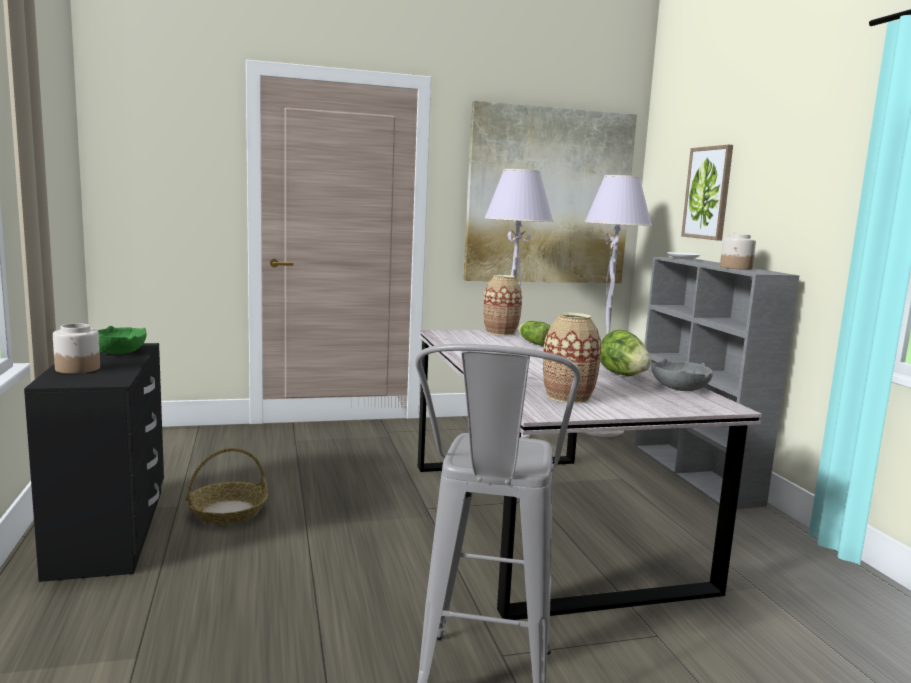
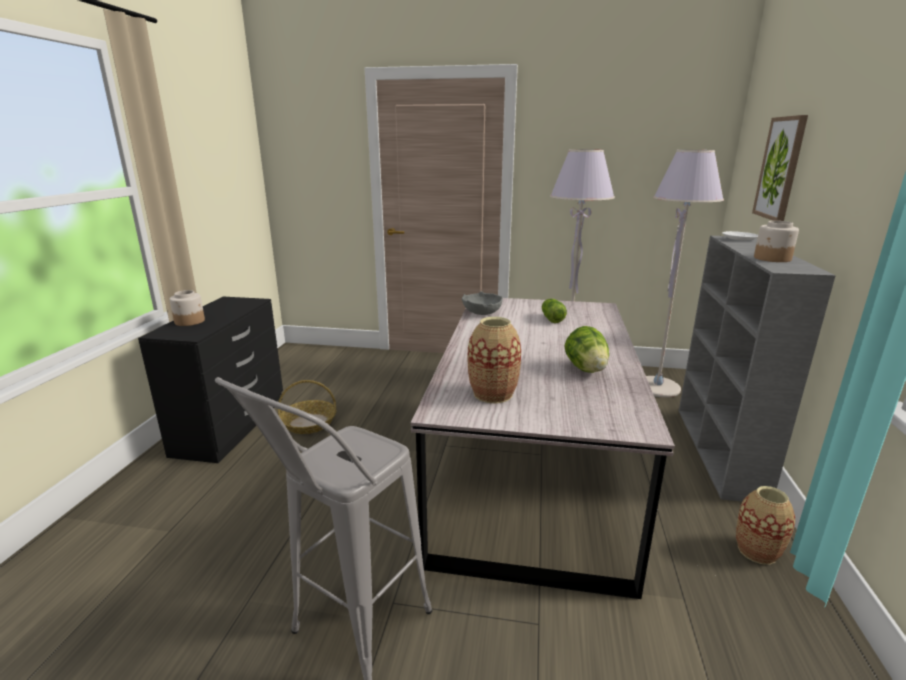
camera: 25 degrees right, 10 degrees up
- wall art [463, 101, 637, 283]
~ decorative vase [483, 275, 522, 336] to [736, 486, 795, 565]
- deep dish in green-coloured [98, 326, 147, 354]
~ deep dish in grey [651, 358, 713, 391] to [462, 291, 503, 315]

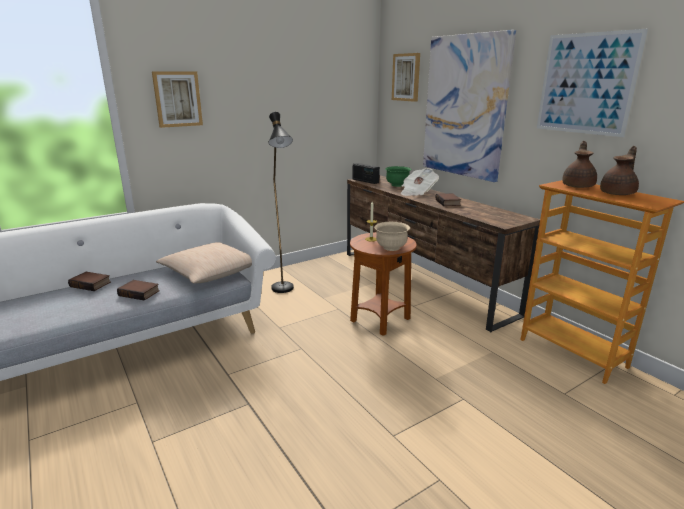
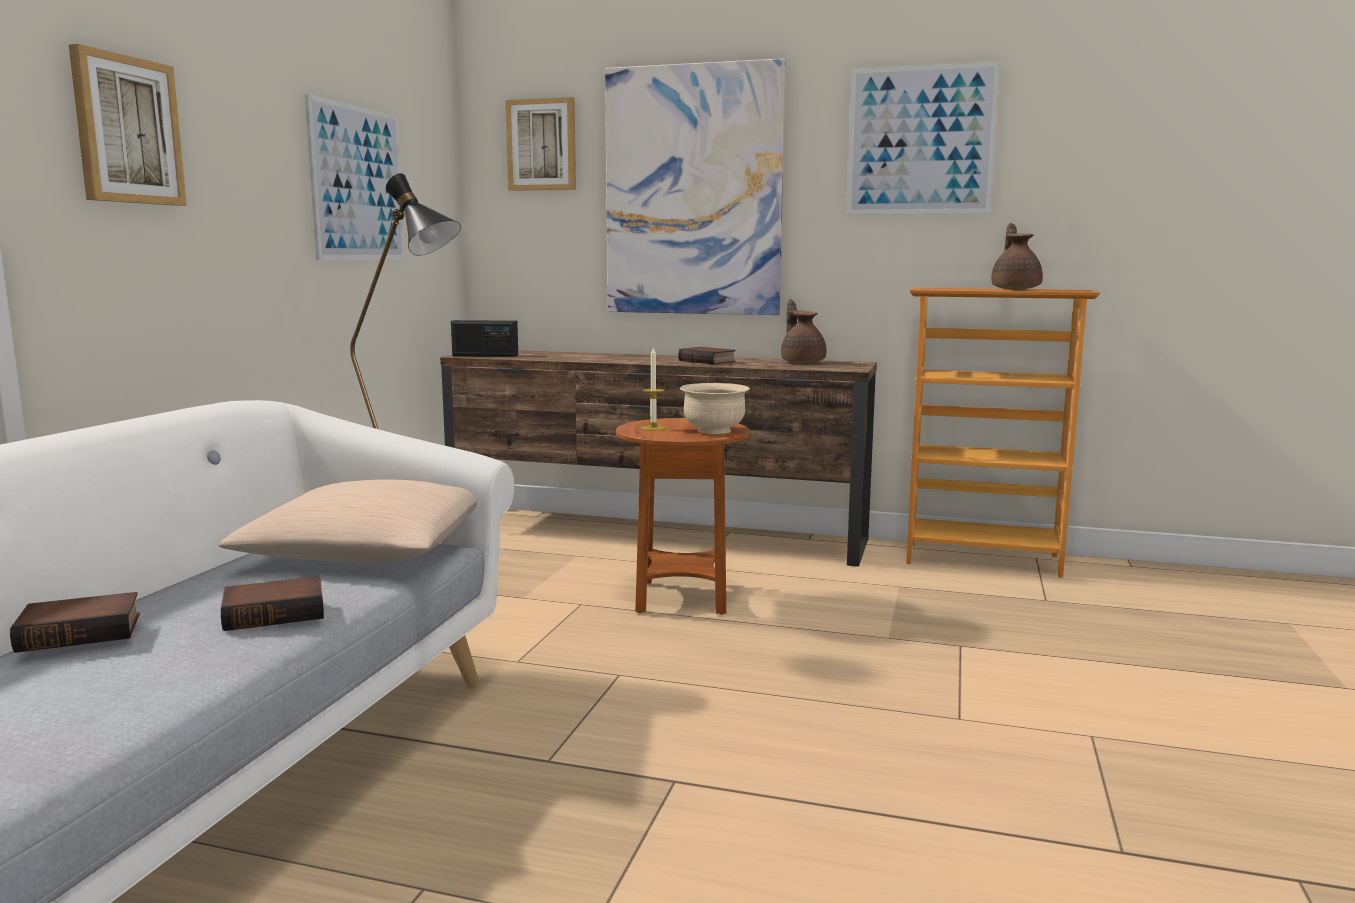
camera: 40 degrees left, 10 degrees down
~ teapot in brown-coloured [562, 141, 597, 188] to [781, 299, 826, 363]
- deep dish in green-coloured [385, 166, 412, 187]
- daily paper [401, 168, 439, 196]
+ wall art [305, 94, 405, 260]

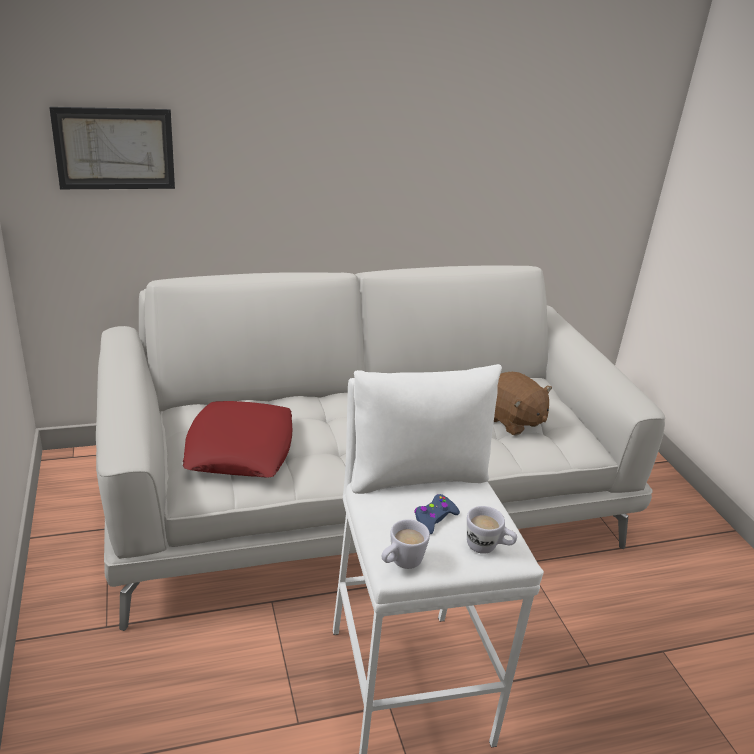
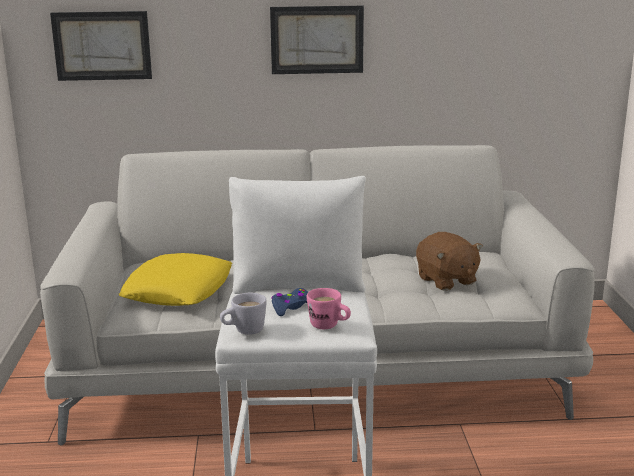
camera: 15 degrees right, 10 degrees down
~ cushion in red [182, 401, 292, 478] to cushion in yellowish [119, 253, 232, 306]
~ tea mug in whitish [467, 506, 517, 554] to tea mug in pinkish [307, 288, 351, 329]
+ wall art [270, 6, 364, 74]

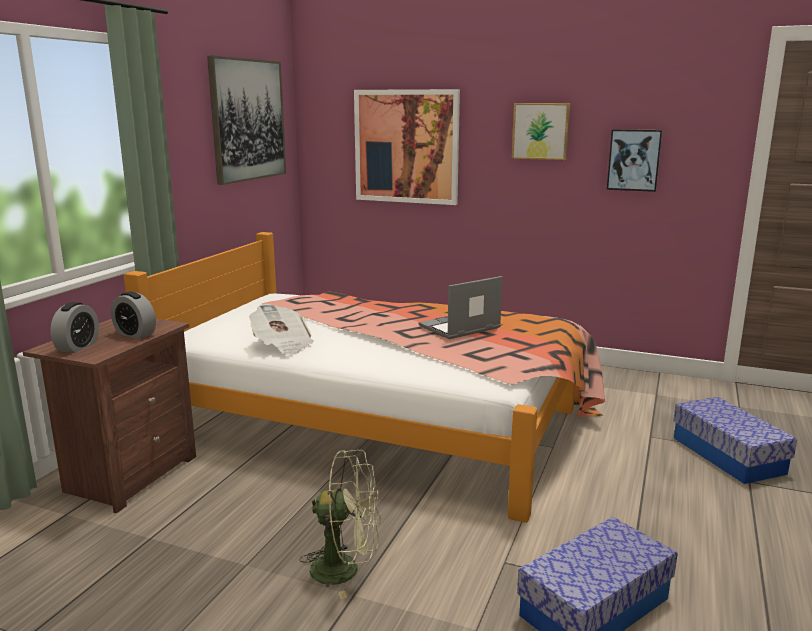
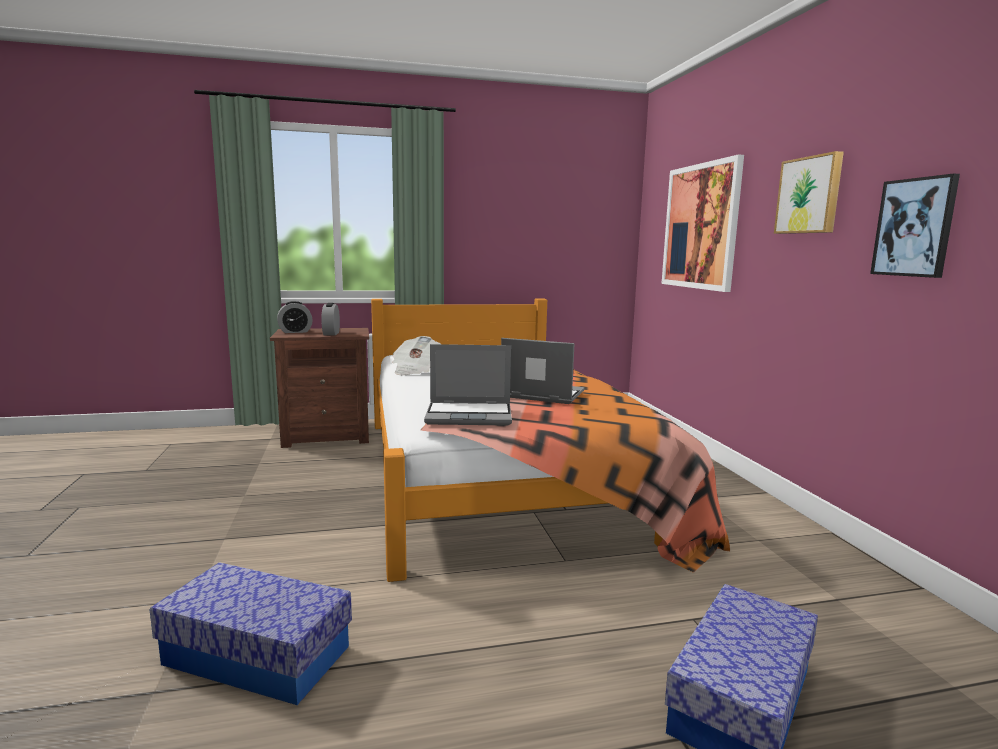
camera: 55 degrees right, 5 degrees down
- wall art [207, 56, 286, 185]
- cooling fan in green-coloured [299, 450, 380, 599]
+ notebook computer [424, 344, 512, 425]

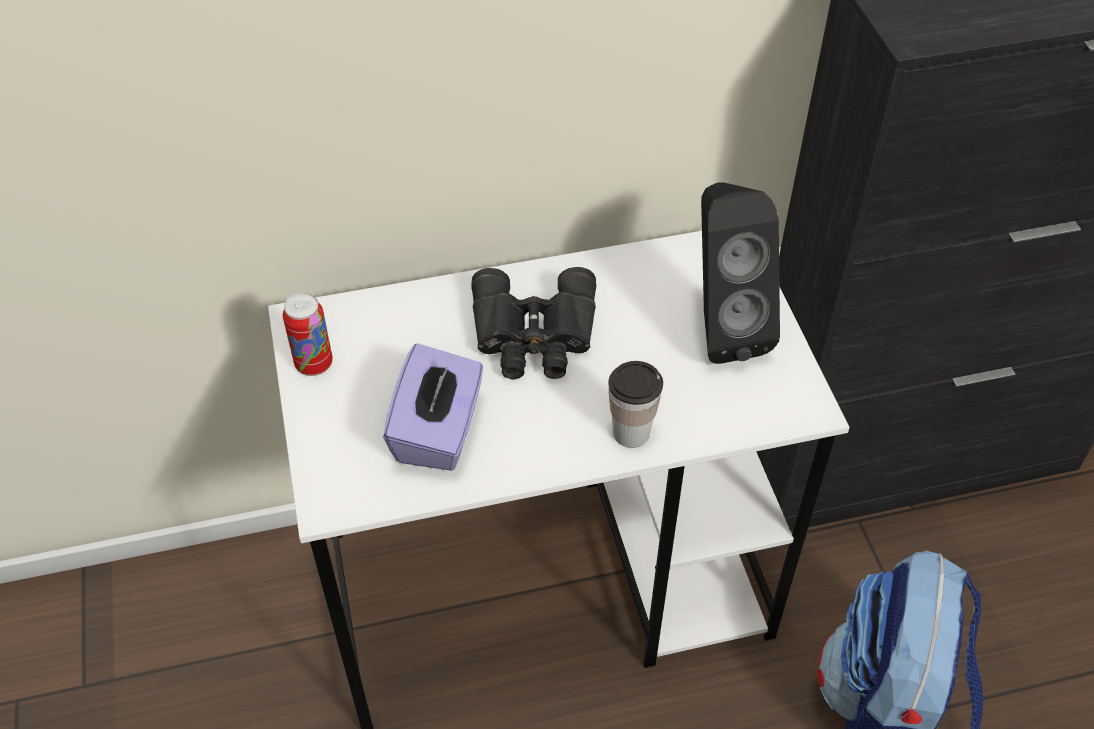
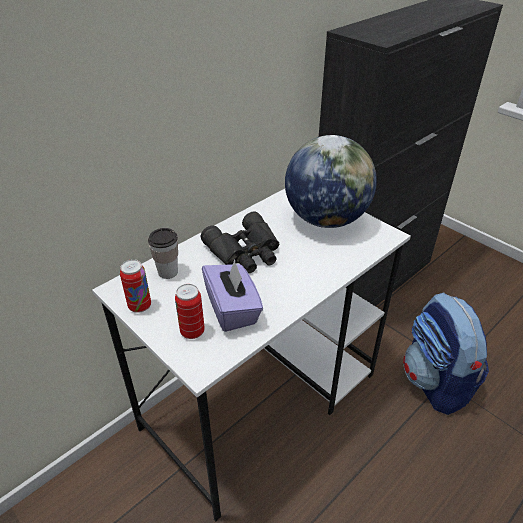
camera: 30 degrees left, 10 degrees down
~ speaker in black-coloured [701, 182, 780, 364] to world globe [285, 135, 377, 228]
~ cup [608, 361, 663, 448] to [148, 228, 178, 279]
+ can [175, 284, 205, 339]

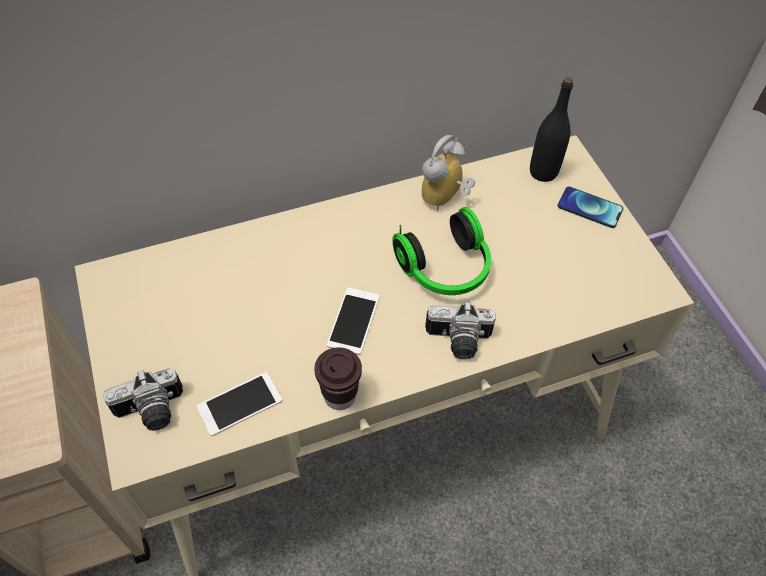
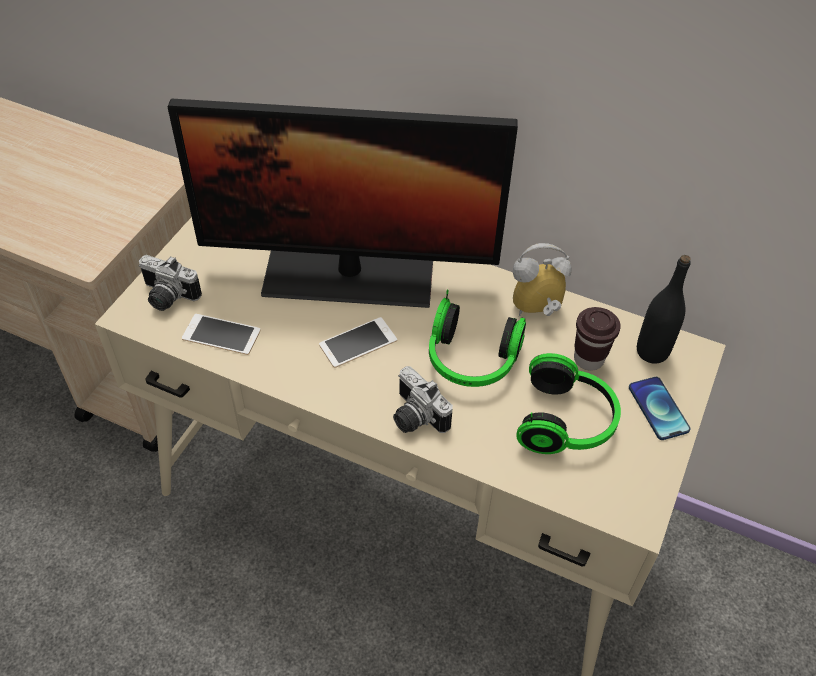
camera: 45 degrees right, 5 degrees down
~ cup in brown-coloured [314, 347, 362, 410] to [574, 307, 621, 371]
+ computer display [168, 99, 518, 308]
+ pair of headphones [516, 353, 621, 454]

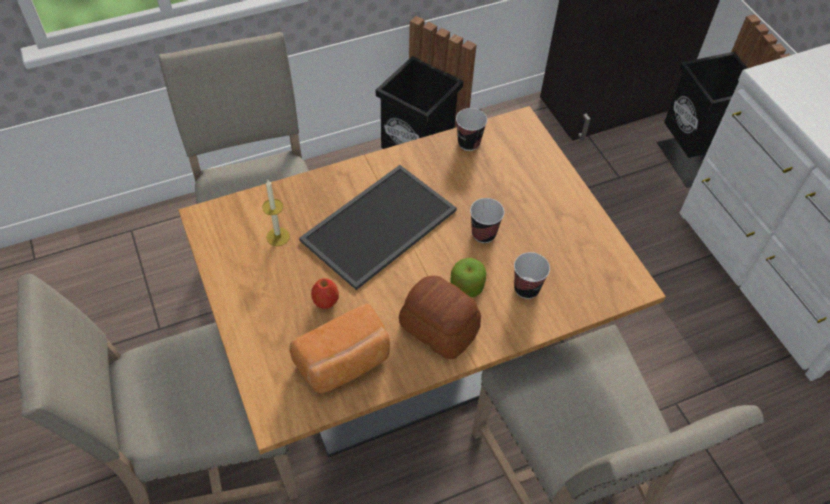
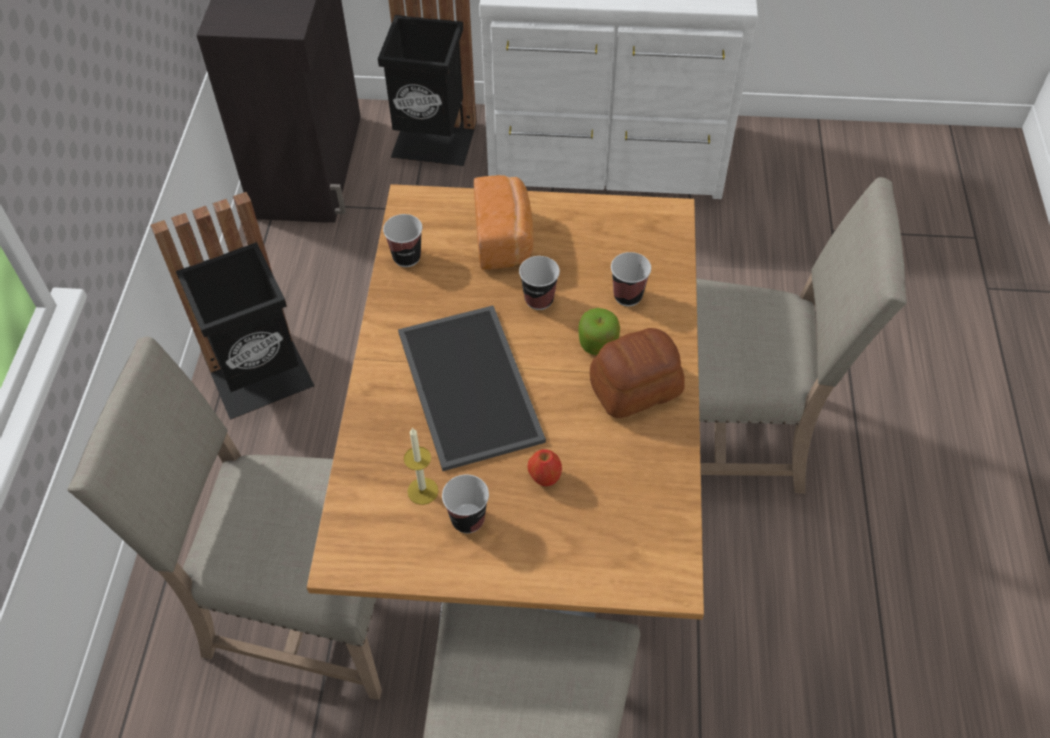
camera: 60 degrees left, 0 degrees up
~ baked bread [290, 304, 390, 393] to [474, 175, 534, 270]
+ cup [442, 475, 489, 533]

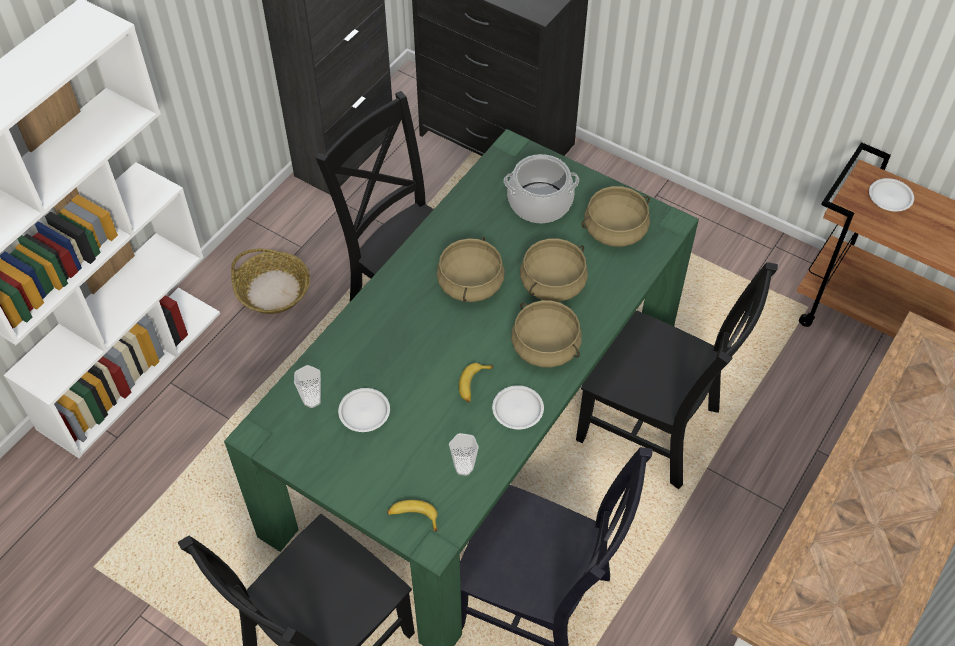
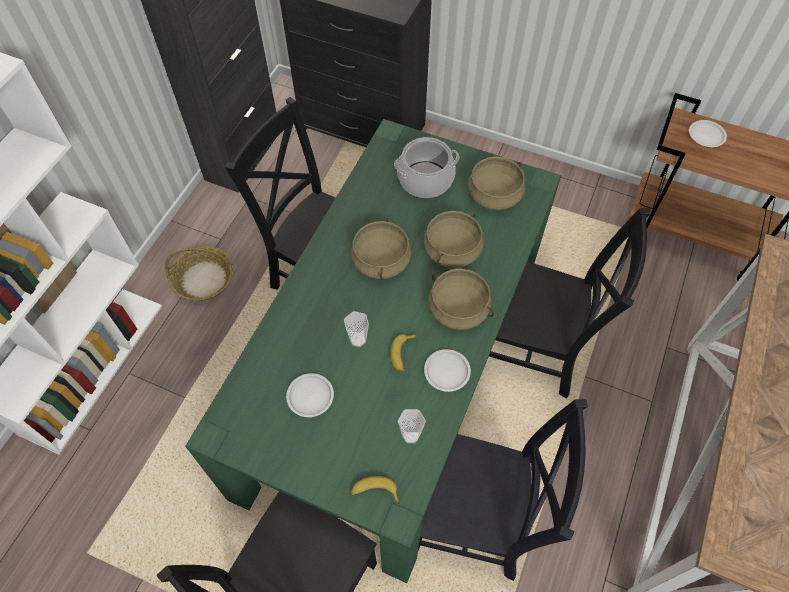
camera: 10 degrees left, 5 degrees up
~ cup [294, 365, 321, 408] to [344, 311, 369, 347]

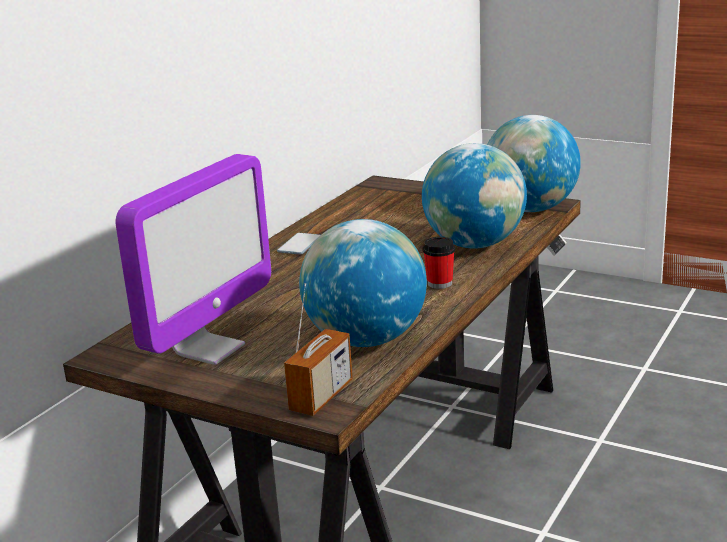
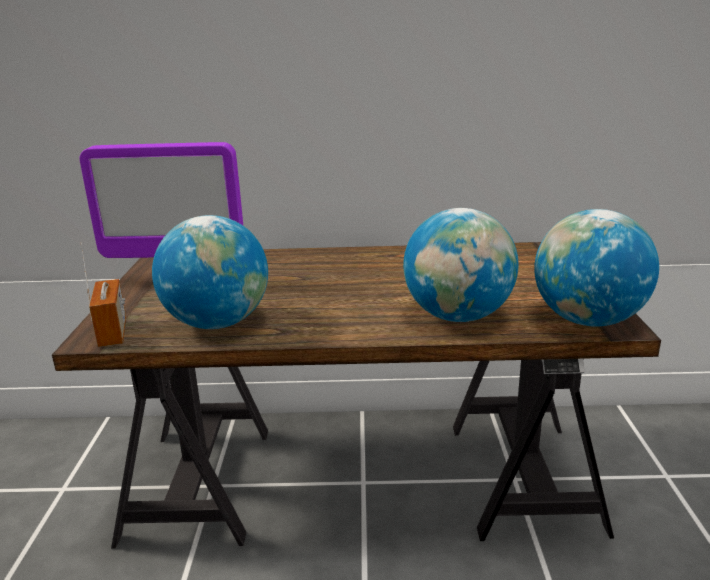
camera: 60 degrees right, 0 degrees up
- phone [277, 233, 320, 255]
- cup [423, 237, 455, 289]
~ radio [284, 283, 353, 416] = [80, 242, 126, 347] 105 degrees counterclockwise

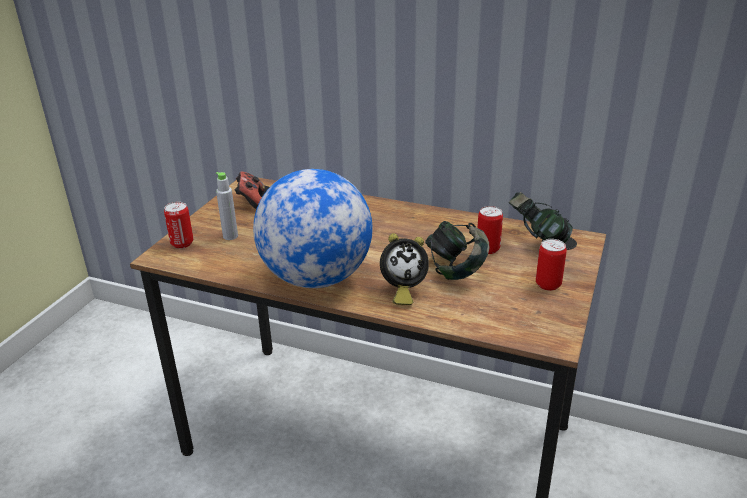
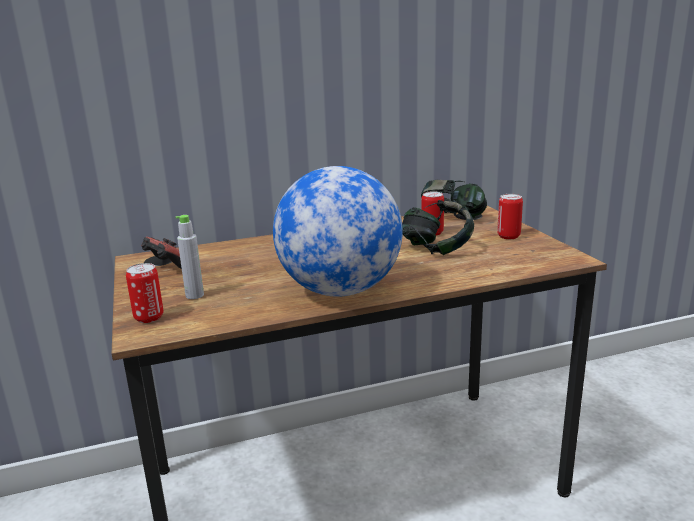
camera: 40 degrees left, 10 degrees down
- alarm clock [380, 233, 429, 305]

